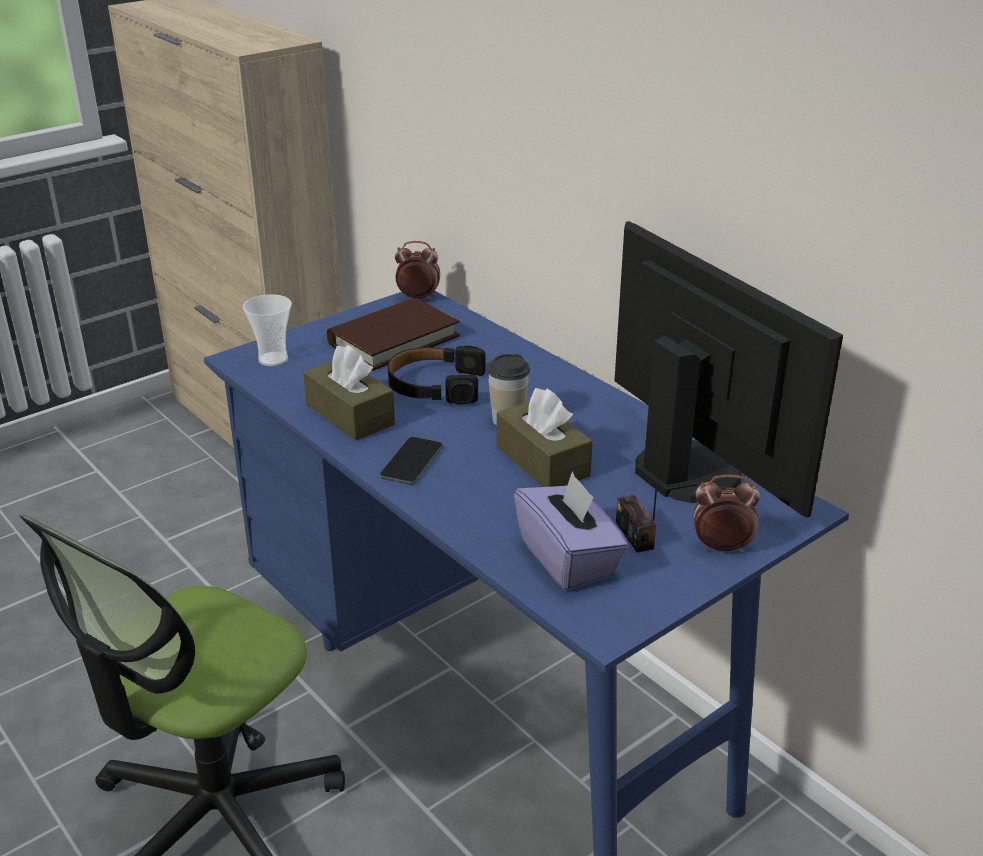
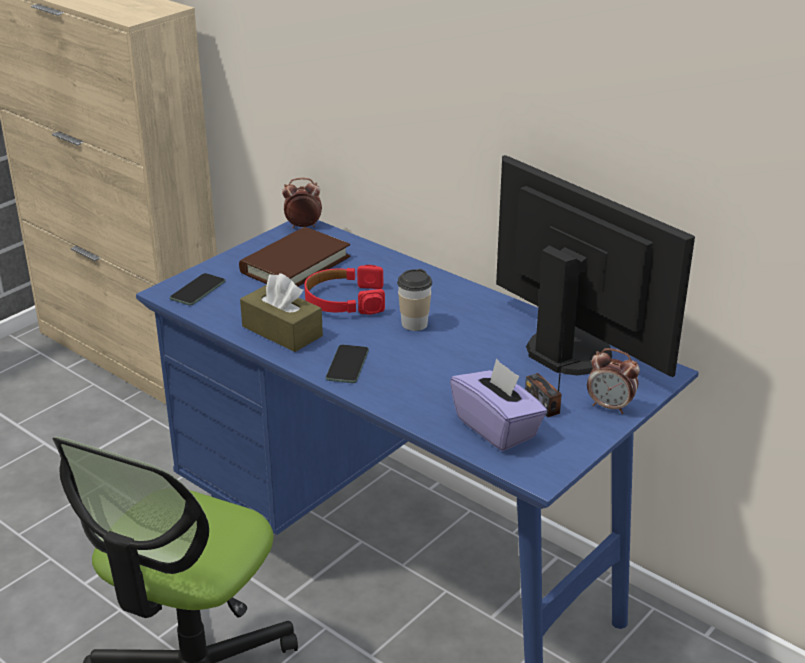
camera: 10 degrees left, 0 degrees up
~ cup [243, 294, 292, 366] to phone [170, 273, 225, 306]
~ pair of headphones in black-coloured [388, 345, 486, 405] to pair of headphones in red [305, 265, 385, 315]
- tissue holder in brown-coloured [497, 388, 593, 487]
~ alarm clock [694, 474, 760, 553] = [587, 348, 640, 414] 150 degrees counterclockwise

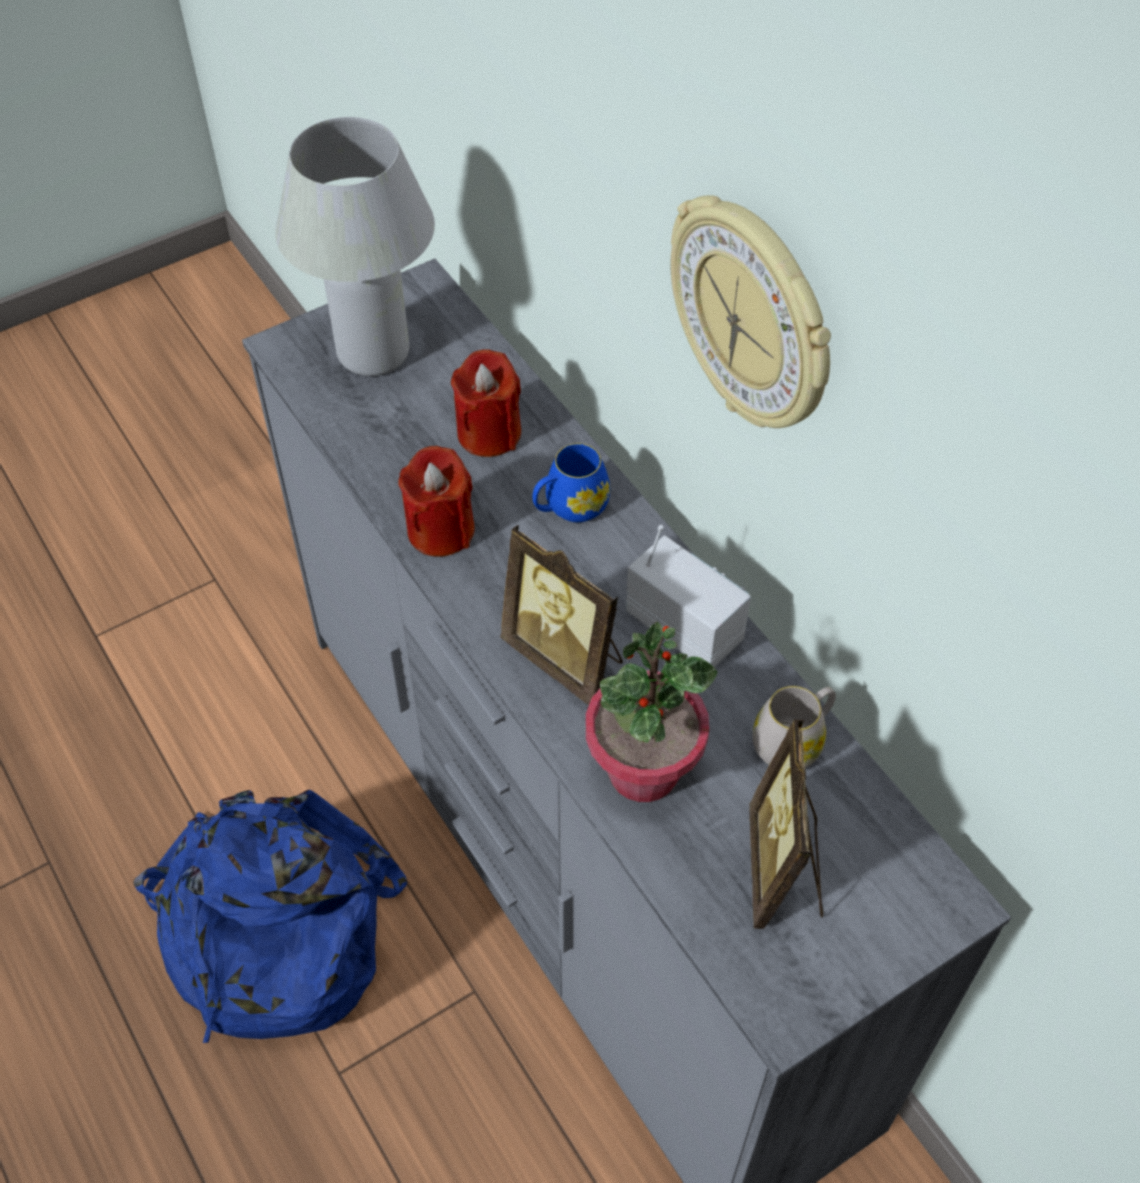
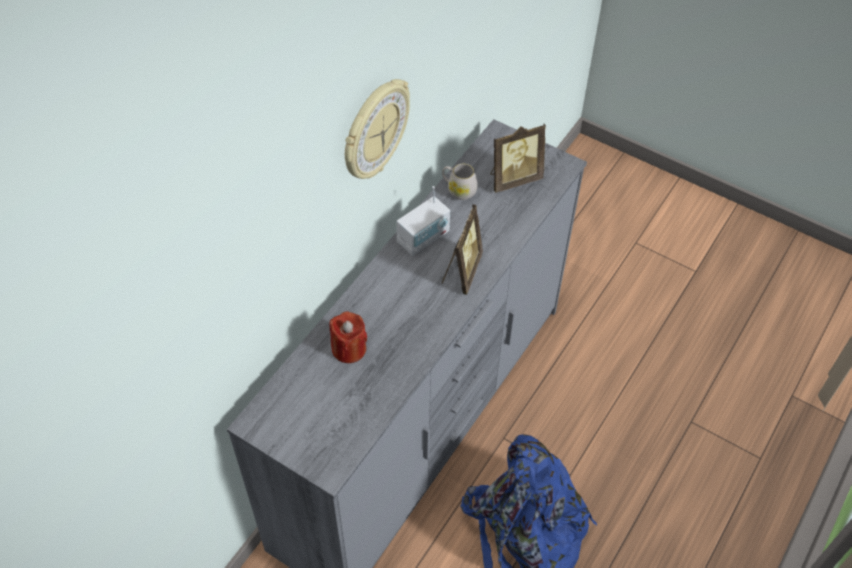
camera: 115 degrees left, 0 degrees up
- tabletop lamp in whitish [275, 117, 435, 376]
- tea mug in bluish [532, 443, 610, 522]
- wax candle in red [398, 446, 475, 557]
~ radio [626, 525, 751, 667] = [396, 186, 450, 256] 150 degrees counterclockwise
- houseplant [586, 622, 717, 802]

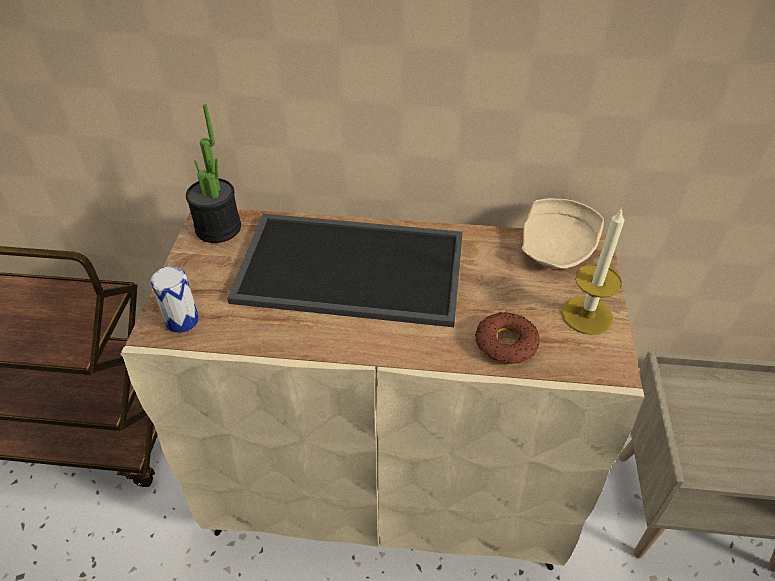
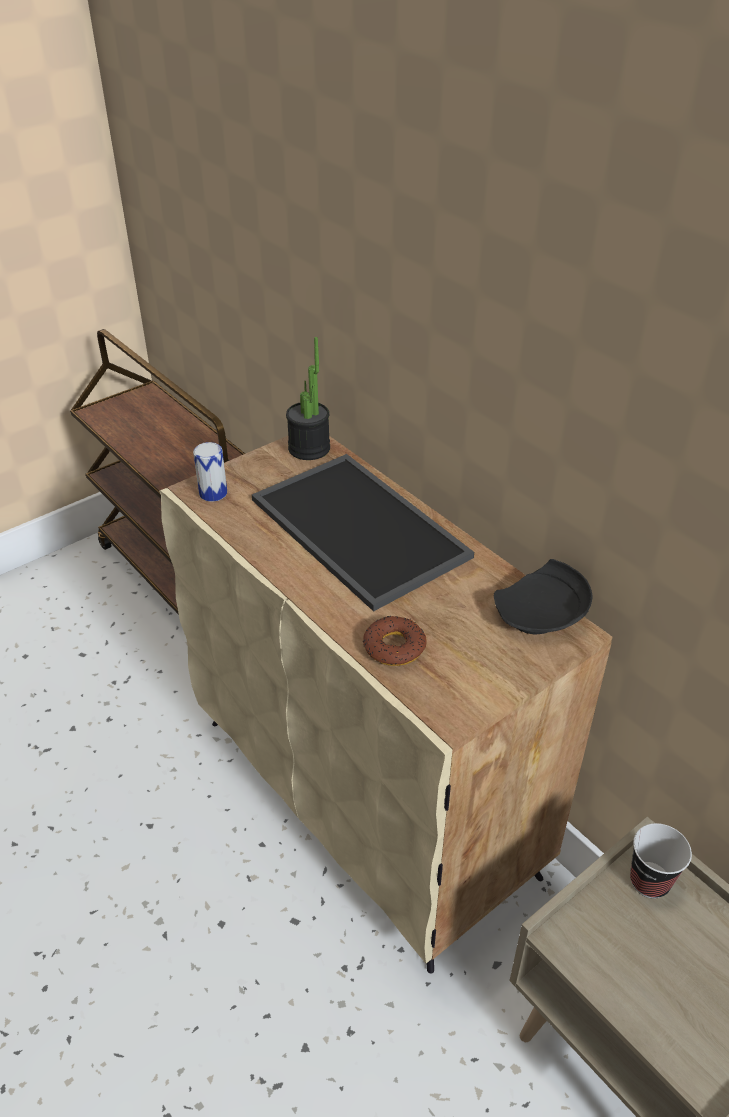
camera: 45 degrees right, 5 degrees down
~ plate in beige [522, 198, 604, 269] to plate in black-coloured [494, 559, 592, 634]
- wax candle [561, 208, 624, 335]
+ cup [630, 823, 692, 899]

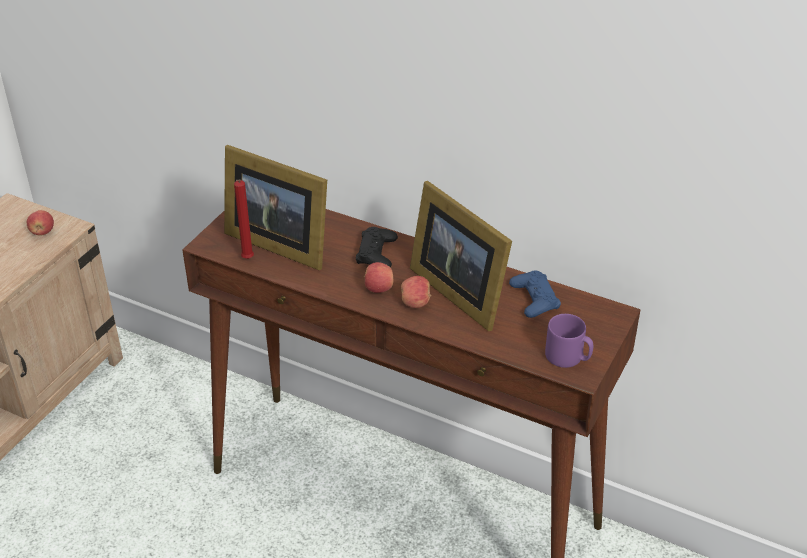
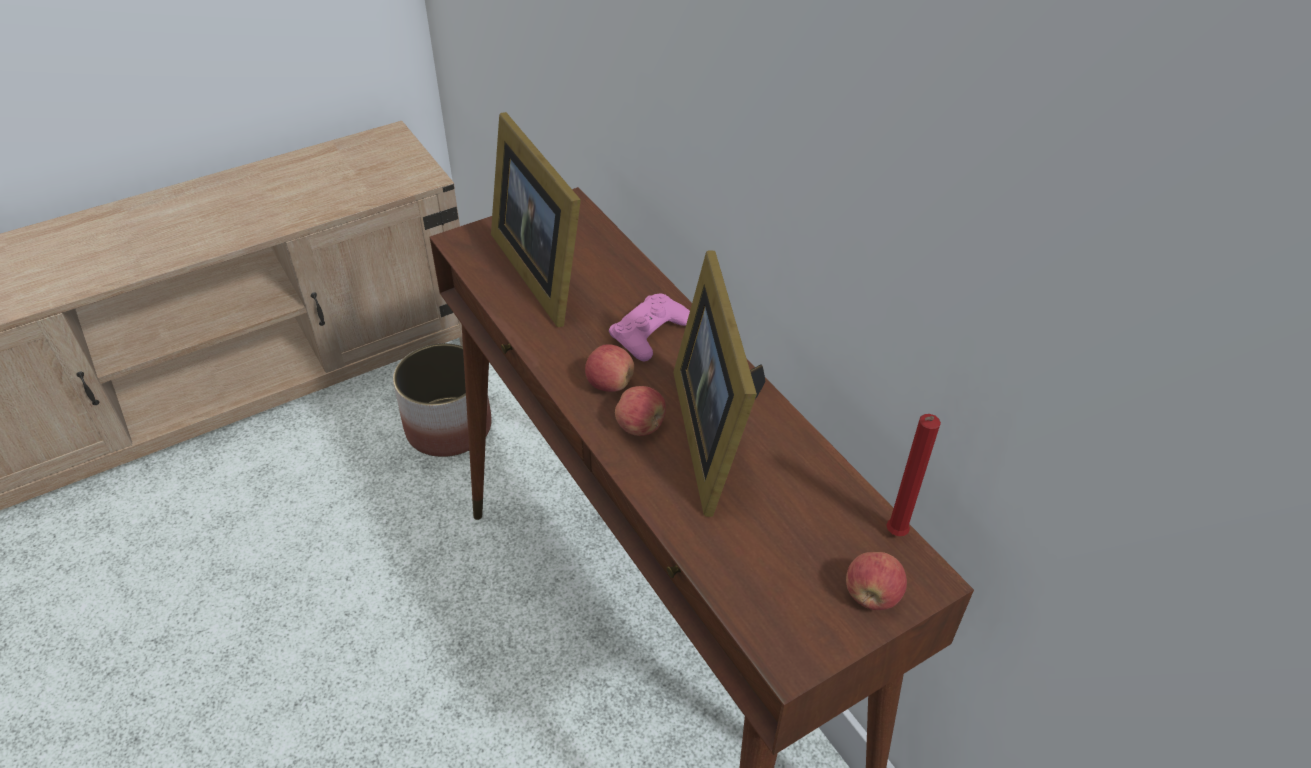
camera: 30 degrees right, 5 degrees up
~ wax candle in red [234, 179, 254, 259] to [886, 414, 941, 536]
~ apple fruit [27, 210, 54, 235] to [846, 552, 907, 610]
~ game controller in black-coloured [356, 227, 398, 267] to game controller in pinkish [609, 294, 690, 361]
- game controller in bluish [509, 270, 561, 318]
- tea mug in purplish [545, 314, 593, 368]
+ planter [393, 343, 492, 457]

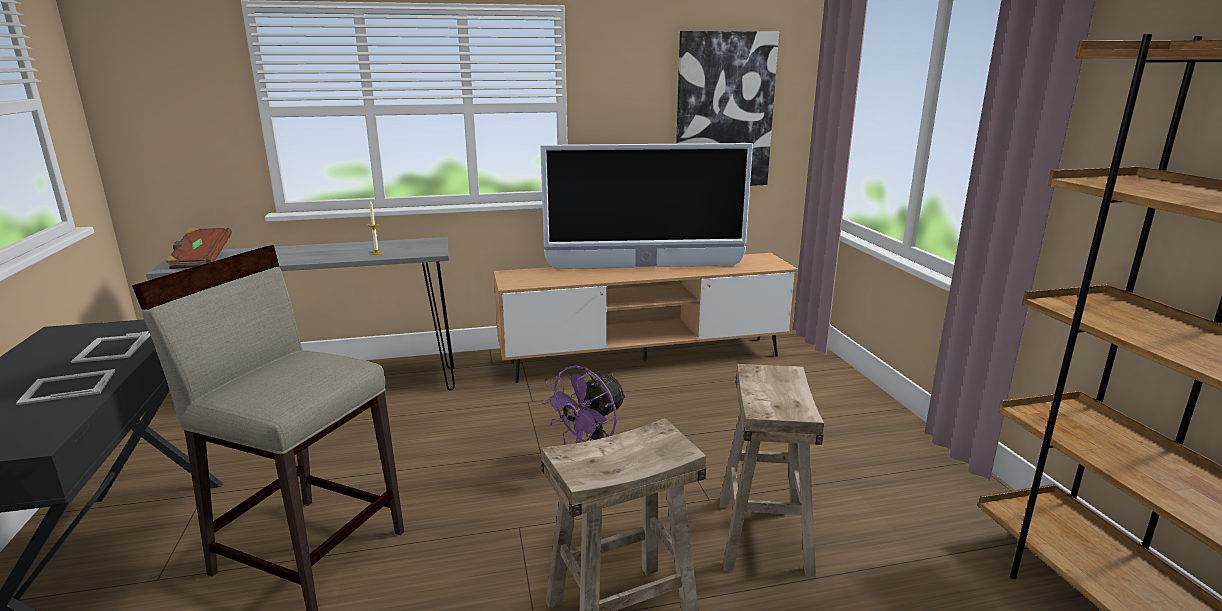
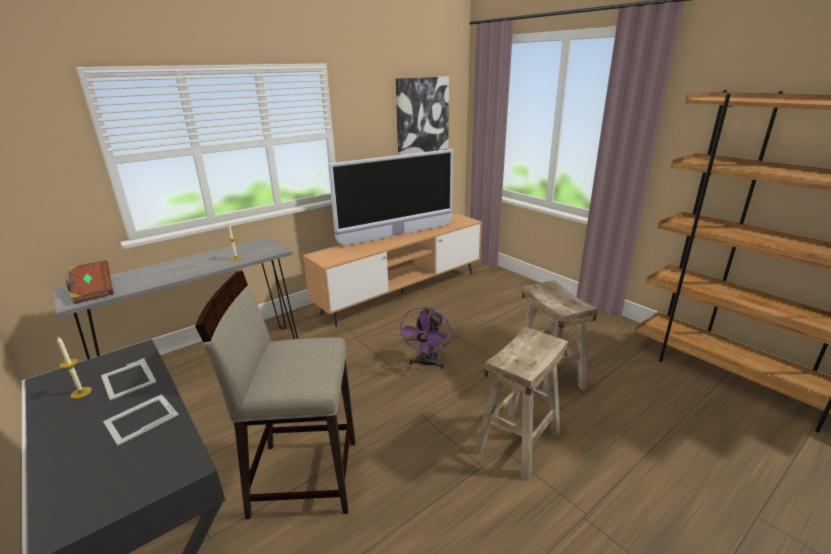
camera: 25 degrees left, 5 degrees up
+ wax candle [57, 337, 92, 399]

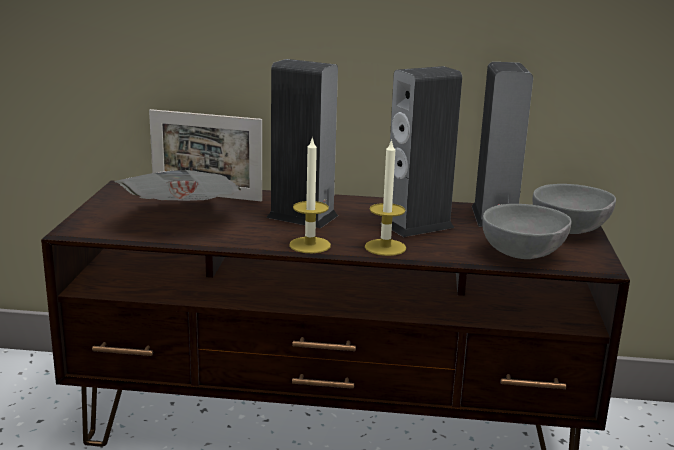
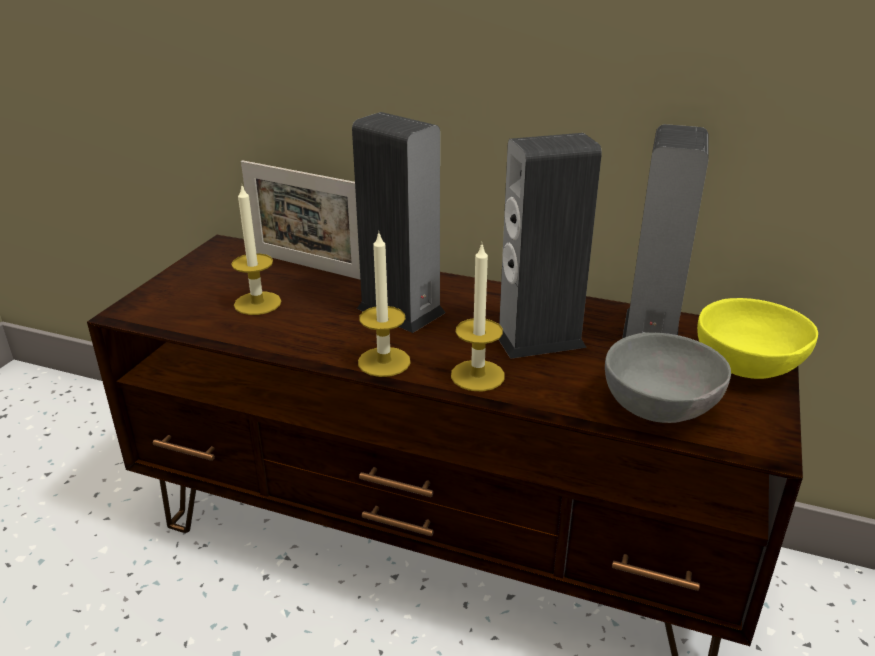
camera: 15 degrees right, 10 degrees up
~ daily paper [115, 170, 241, 201] to wax candle [231, 186, 281, 315]
~ deep dish in grey [533, 184, 616, 234] to deep dish in yellowish [697, 298, 818, 379]

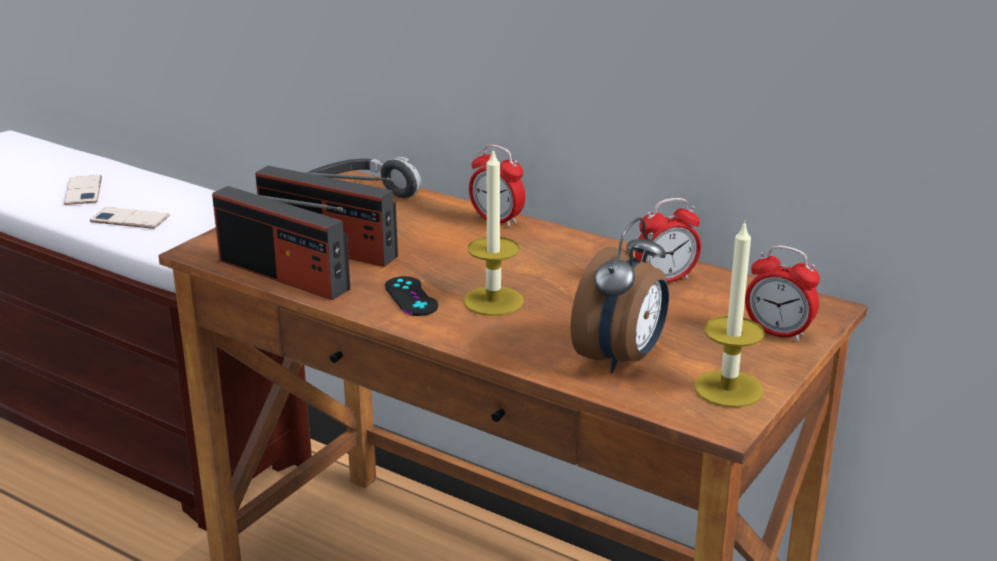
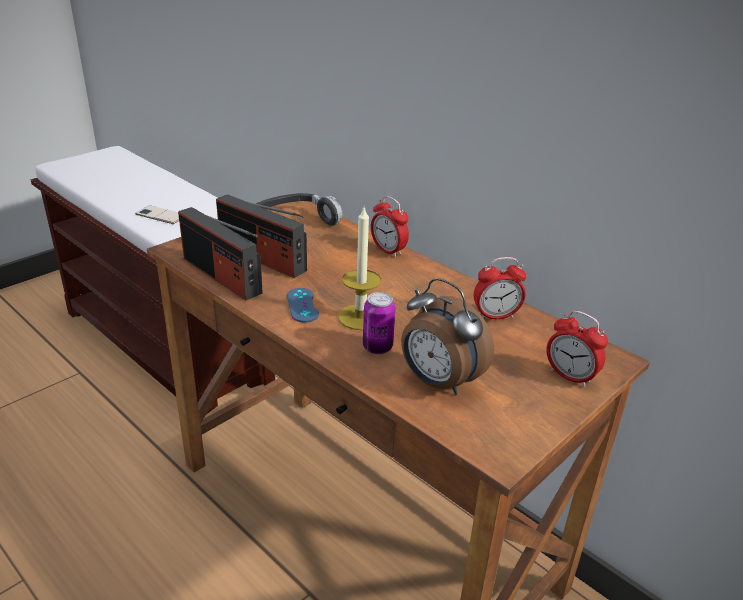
camera: 10 degrees right, 5 degrees up
- phone [64, 175, 102, 205]
~ alarm clock [570, 217, 669, 374] = [401, 278, 494, 395] 90 degrees clockwise
- wax candle [694, 221, 764, 408]
~ game controller in black-coloured [385, 276, 438, 316] to game controller in bluish [287, 288, 319, 323]
+ can [363, 292, 396, 354]

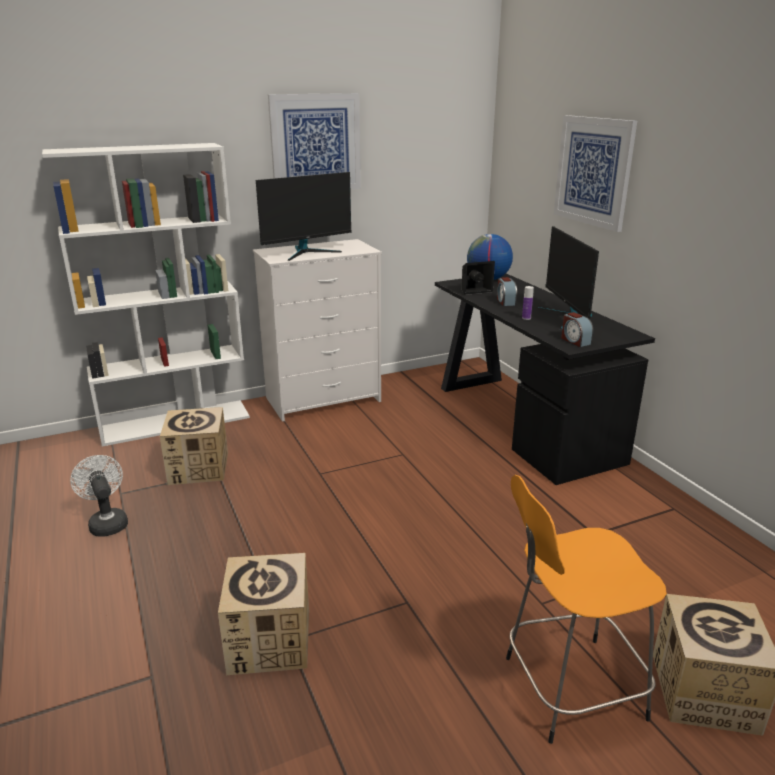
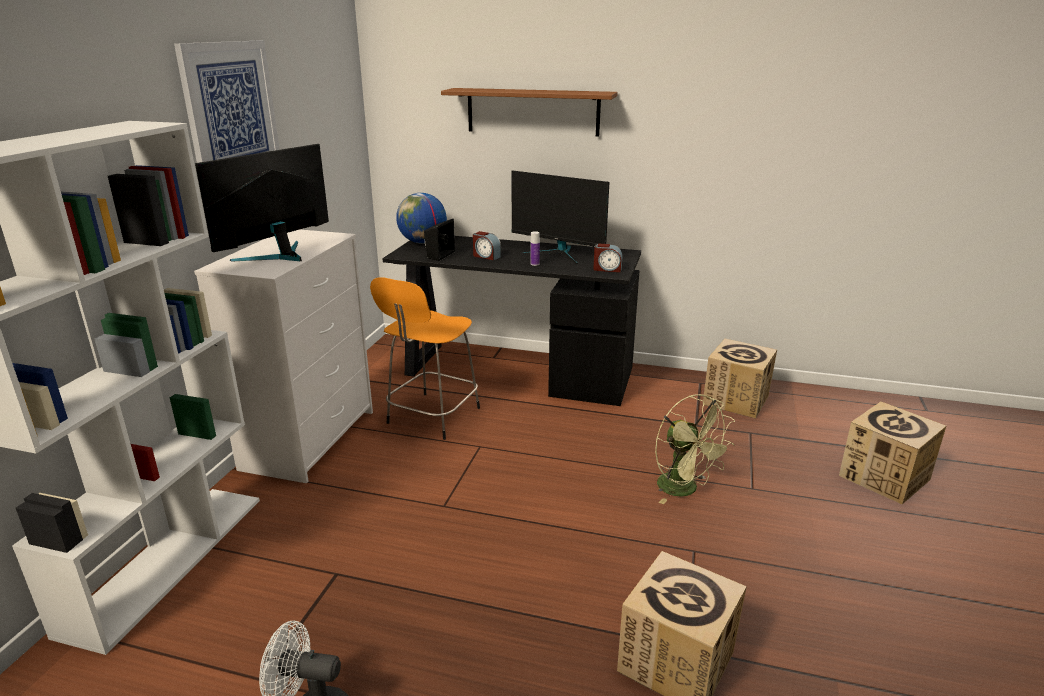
camera: 50 degrees left, 0 degrees up
~ wall art [554, 115, 637, 232] to bracket shelf in brown-coloured [441, 88, 617, 137]
~ computer display [256, 172, 352, 261] = [195, 144, 329, 262] 150 degrees counterclockwise
~ carton [160, 407, 228, 485] to [703, 339, 777, 419]
~ stool in orangey [506, 475, 667, 744] to [370, 277, 480, 440]
+ cooling fan in green-coloured [655, 394, 735, 504]

